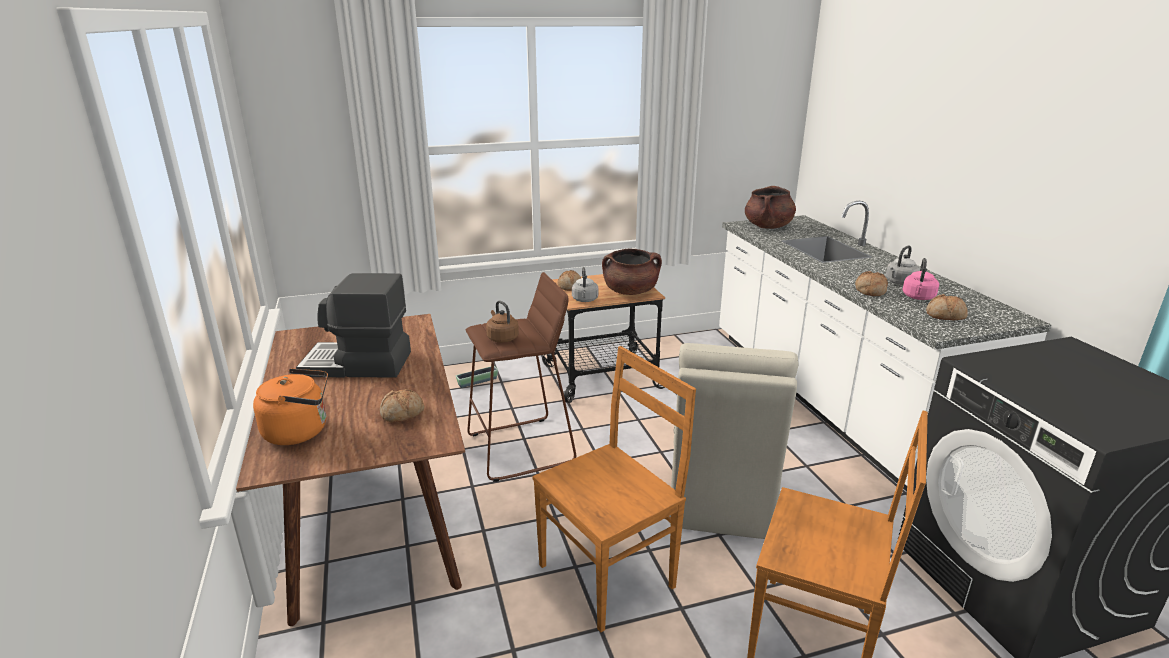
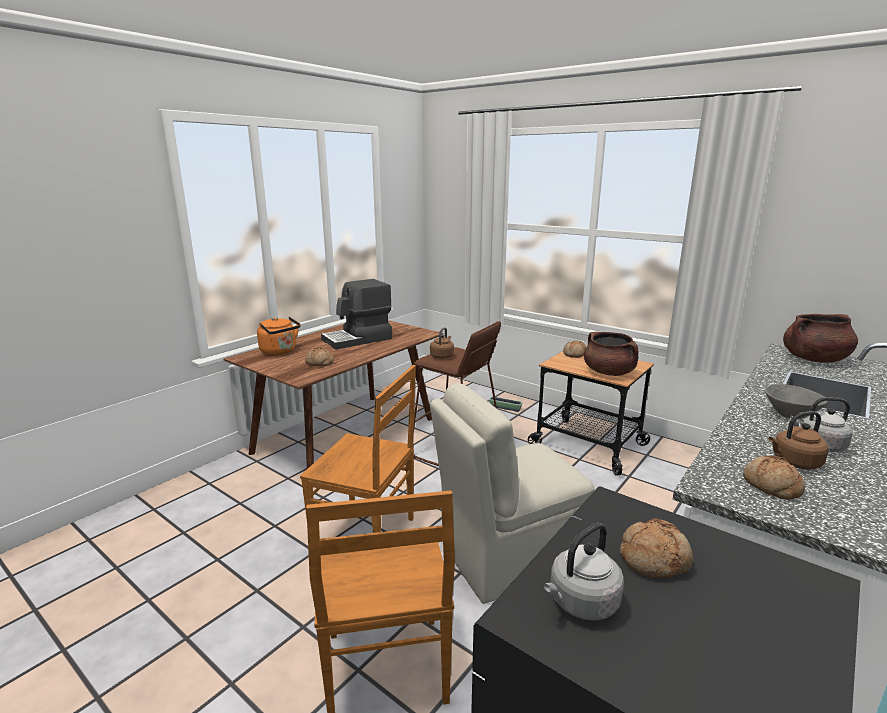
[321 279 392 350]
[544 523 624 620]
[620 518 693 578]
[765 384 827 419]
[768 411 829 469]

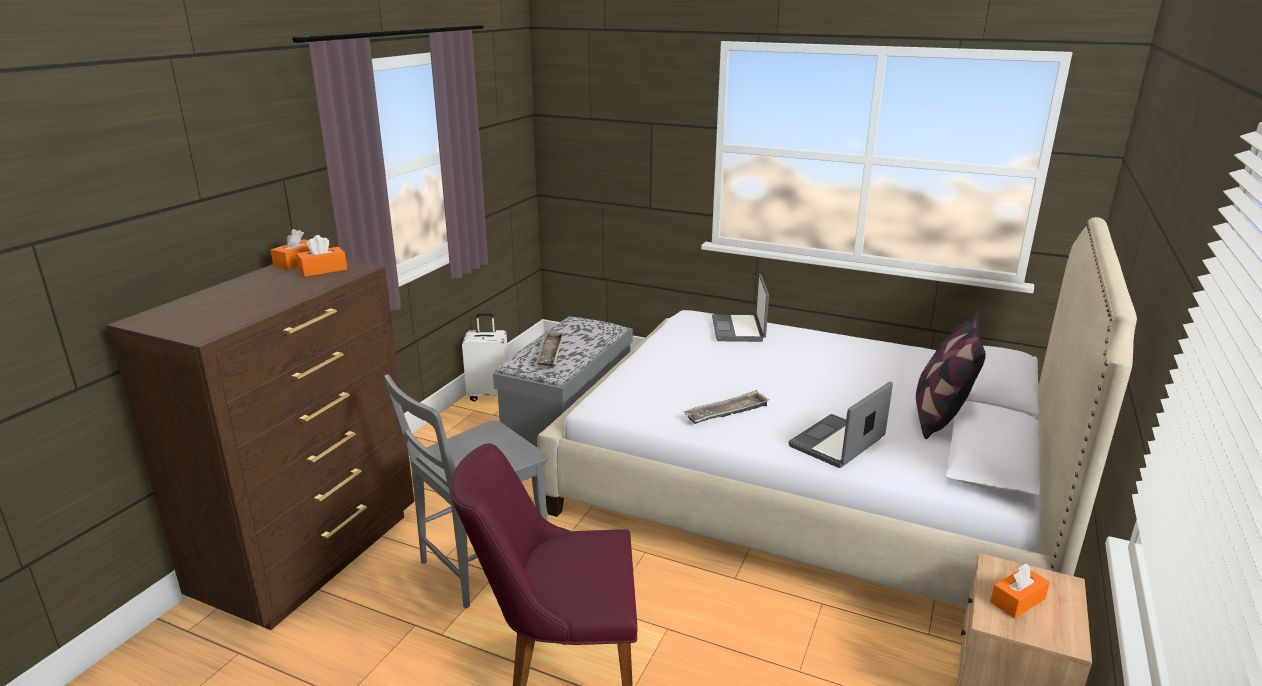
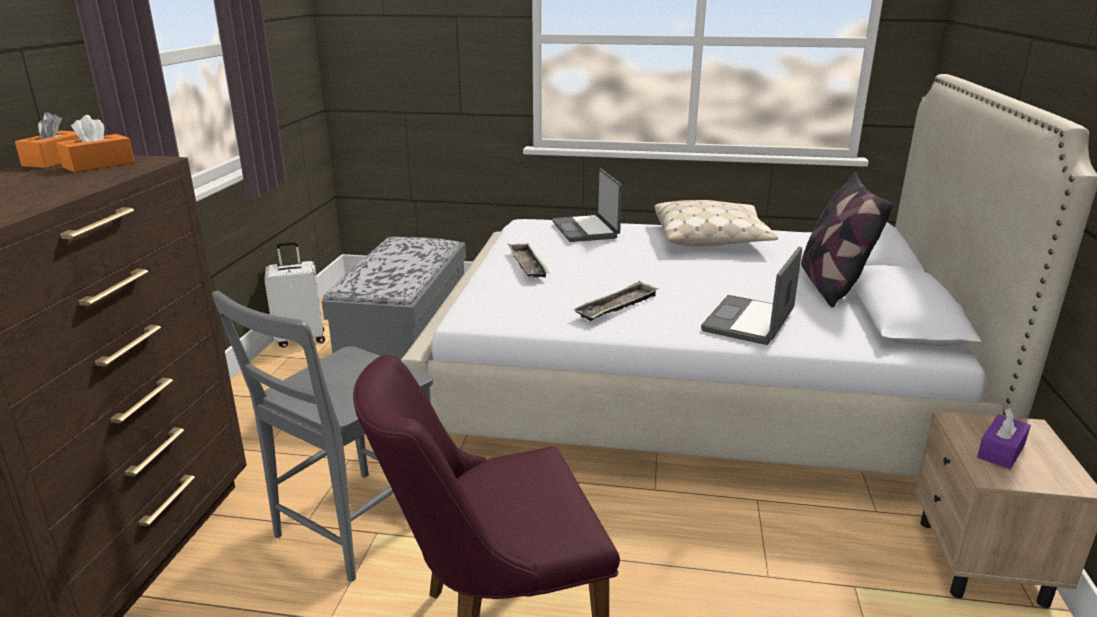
[508 243 549 278]
[654 200 778 247]
[977 408 1031 469]

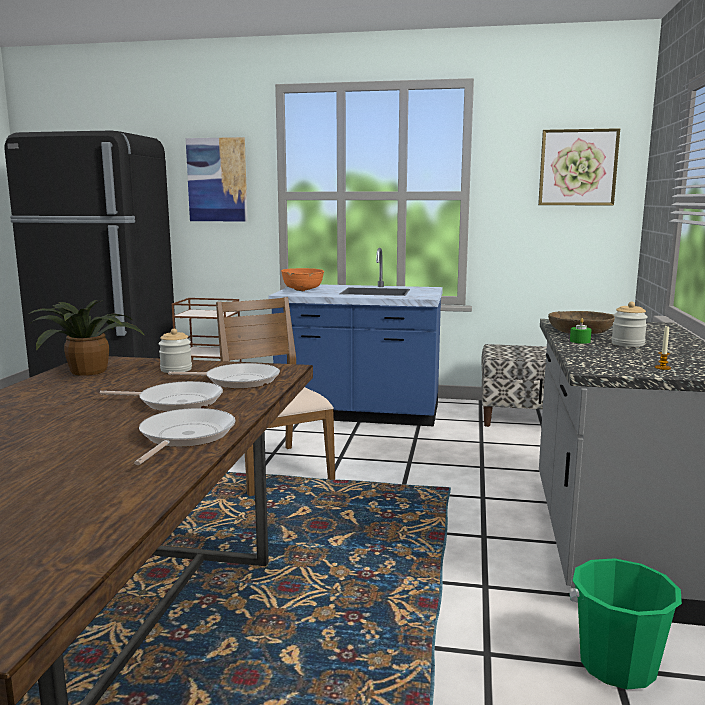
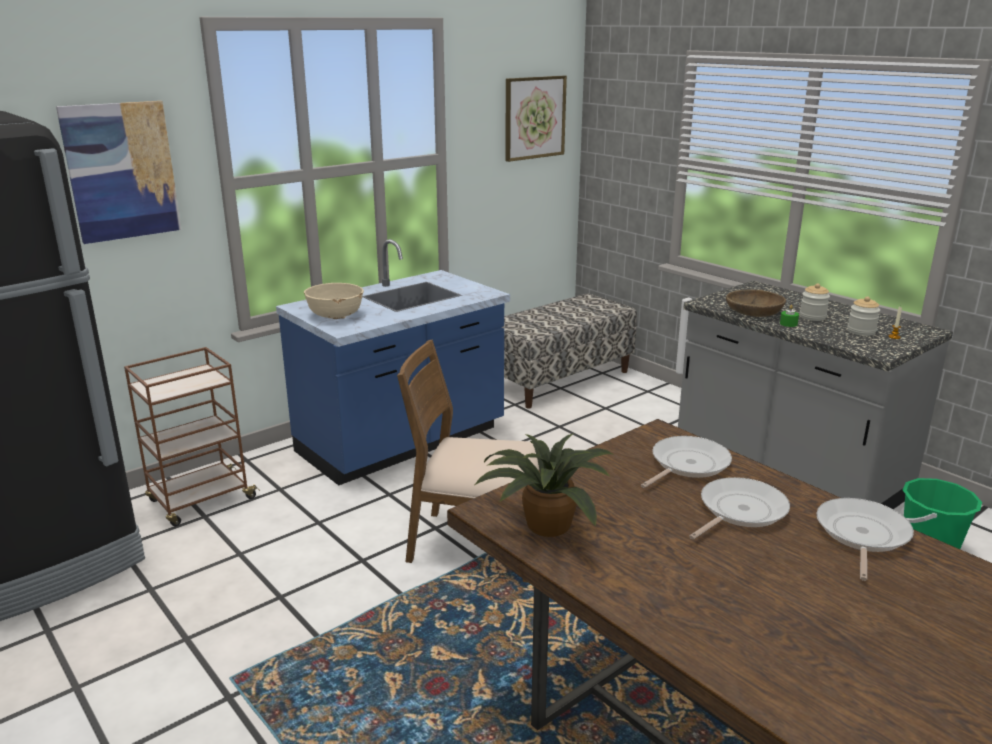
[304 283 364 319]
[817 498 914 581]
[847 296 880 336]

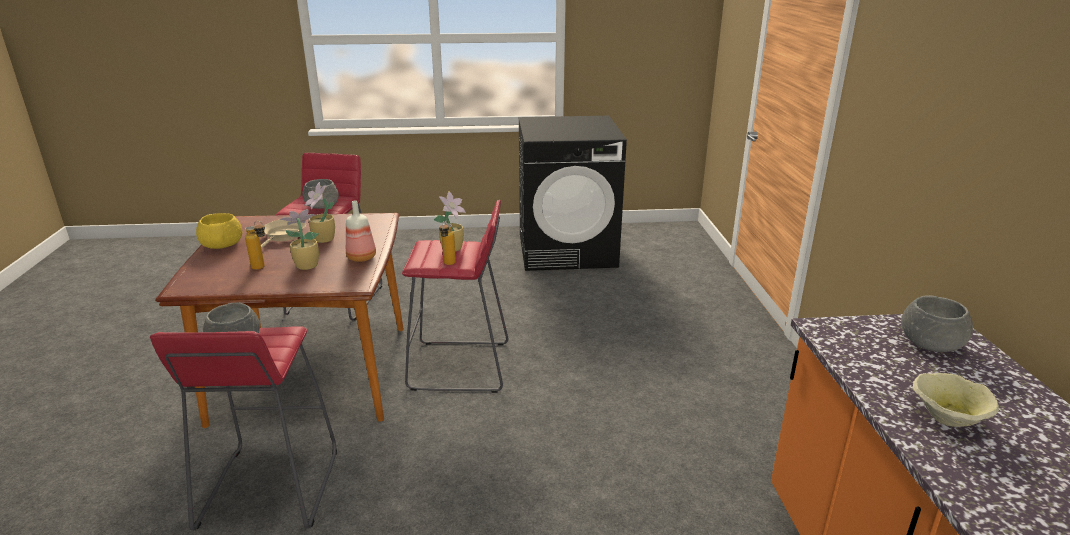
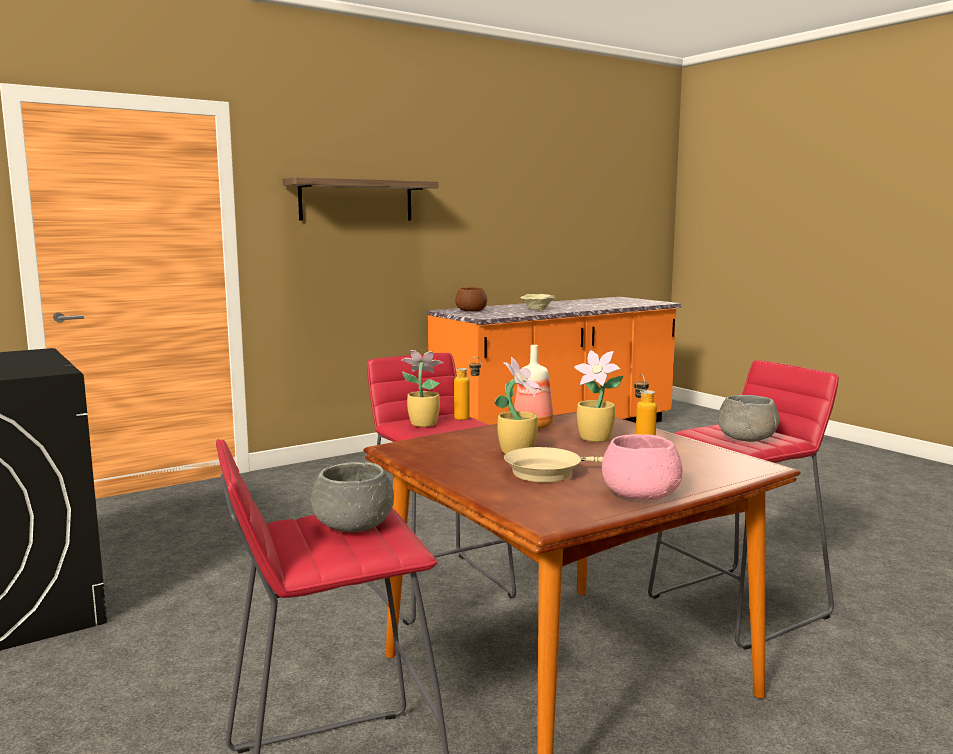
[283 177 438 221]
[455 287 487 312]
[602 434 682 500]

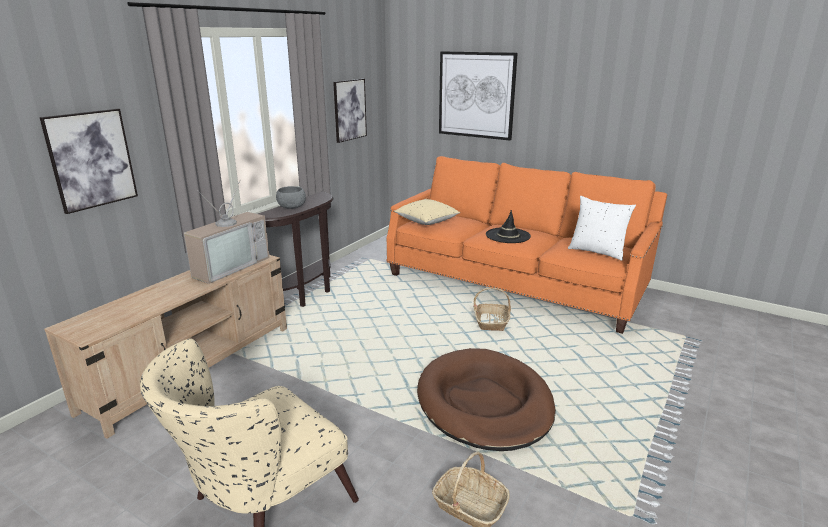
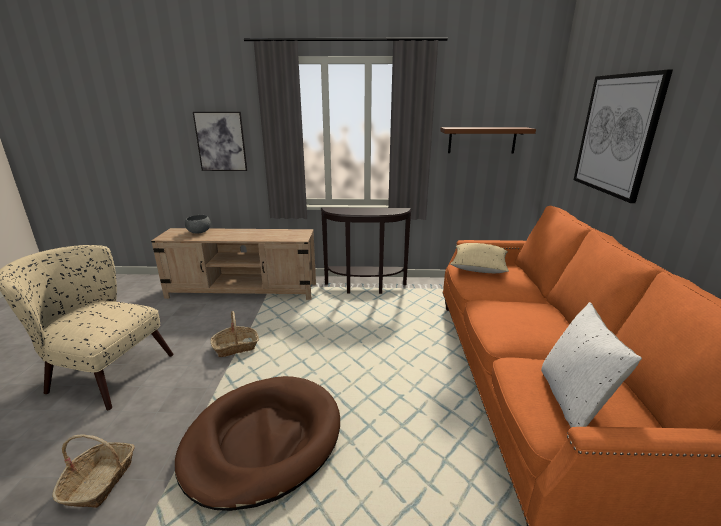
[185 215 211 234]
[210 311 259 357]
[440 127 536 154]
[184 179 269 284] (first image)
[486 210 531 243] (first image)

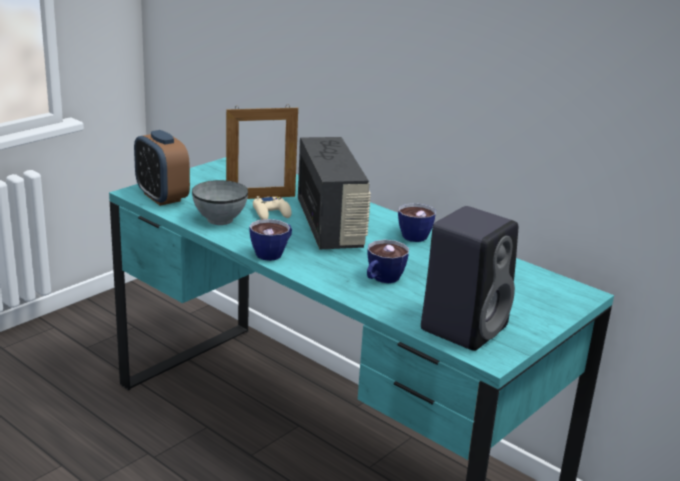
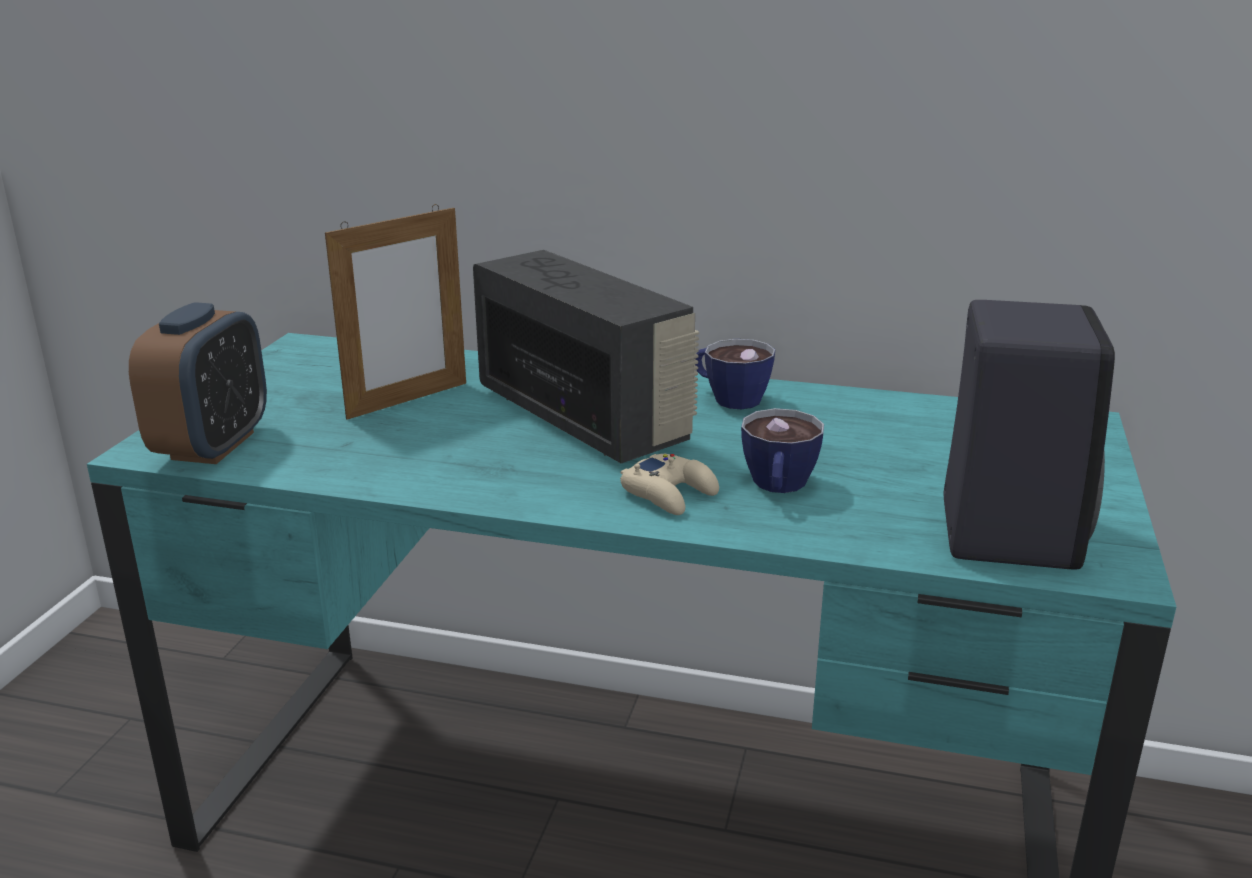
[129 302 267 464]
[620 454 719 515]
[192 180 248 225] (first image)
[249 219 292 261] (first image)

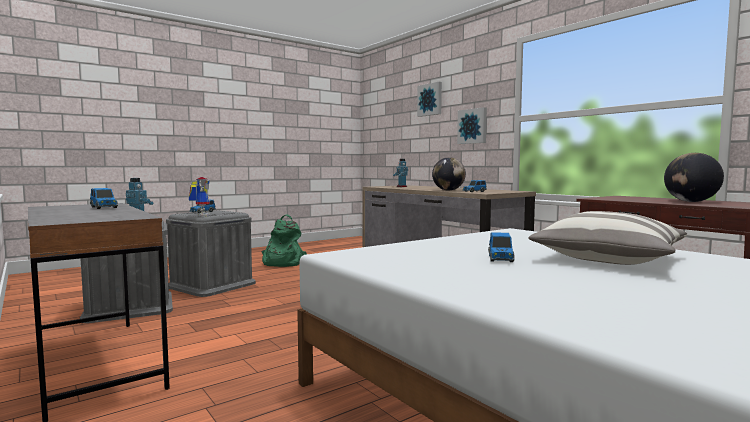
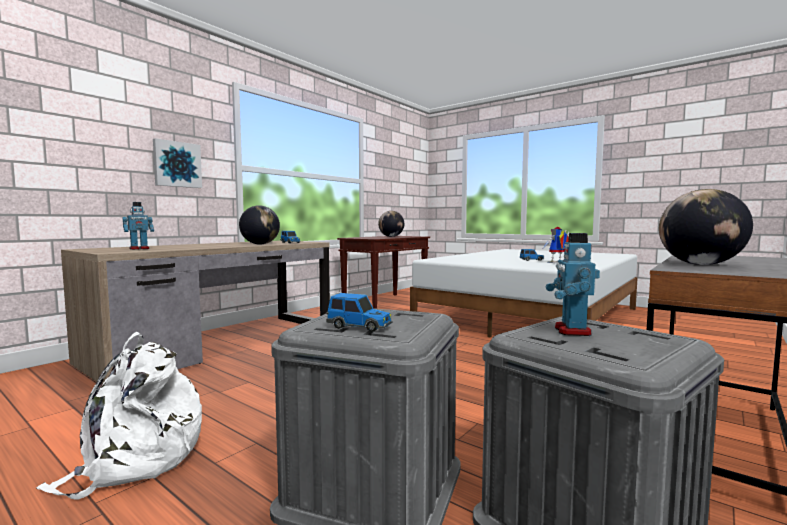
[36 332 202 499]
[543 227 569 263]
[659 189 753 265]
[417 82 442 117] (first image)
[528 211 687 265] (first image)

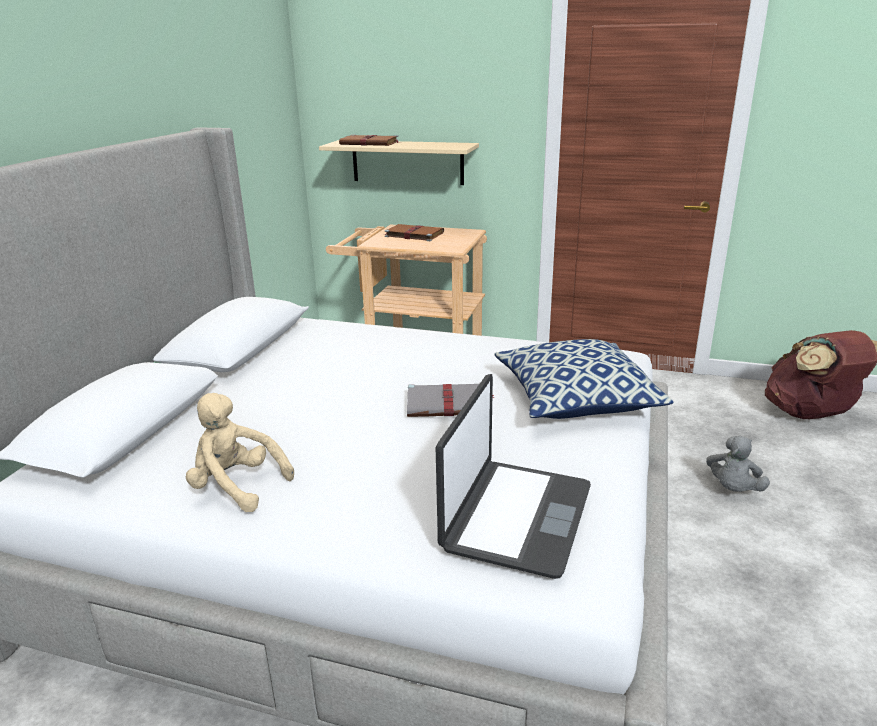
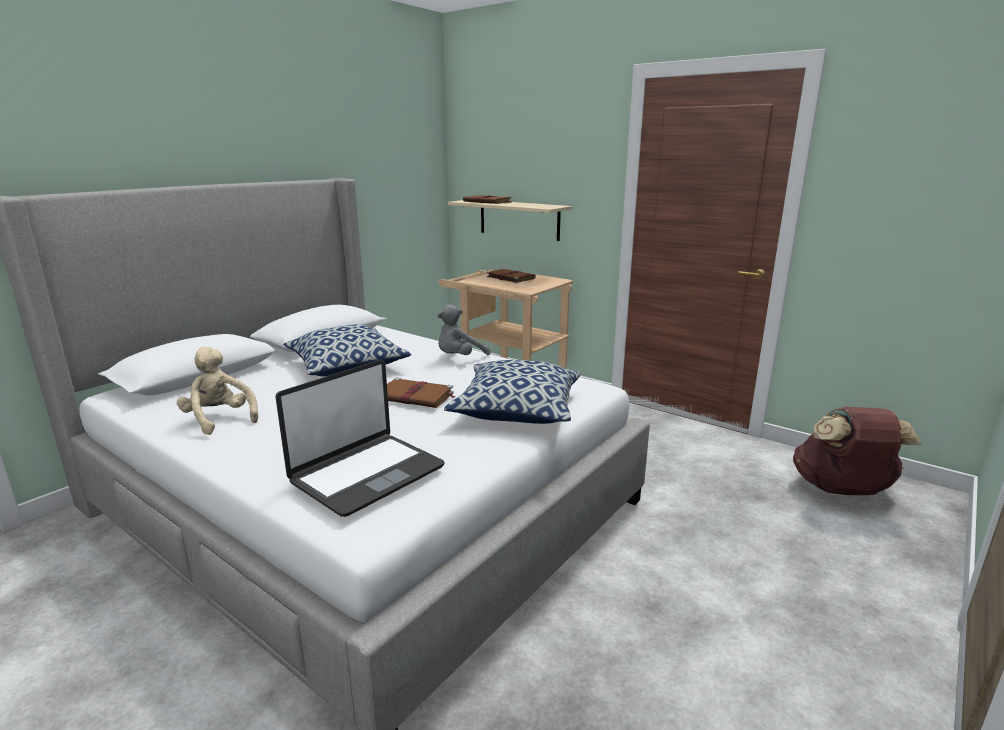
[283 324 411 376]
[387 378 456 408]
[438 305 491 355]

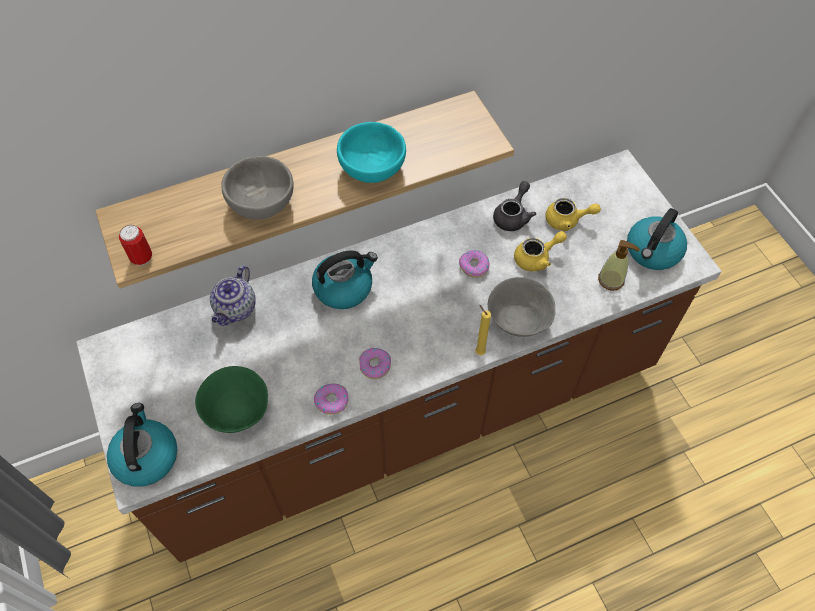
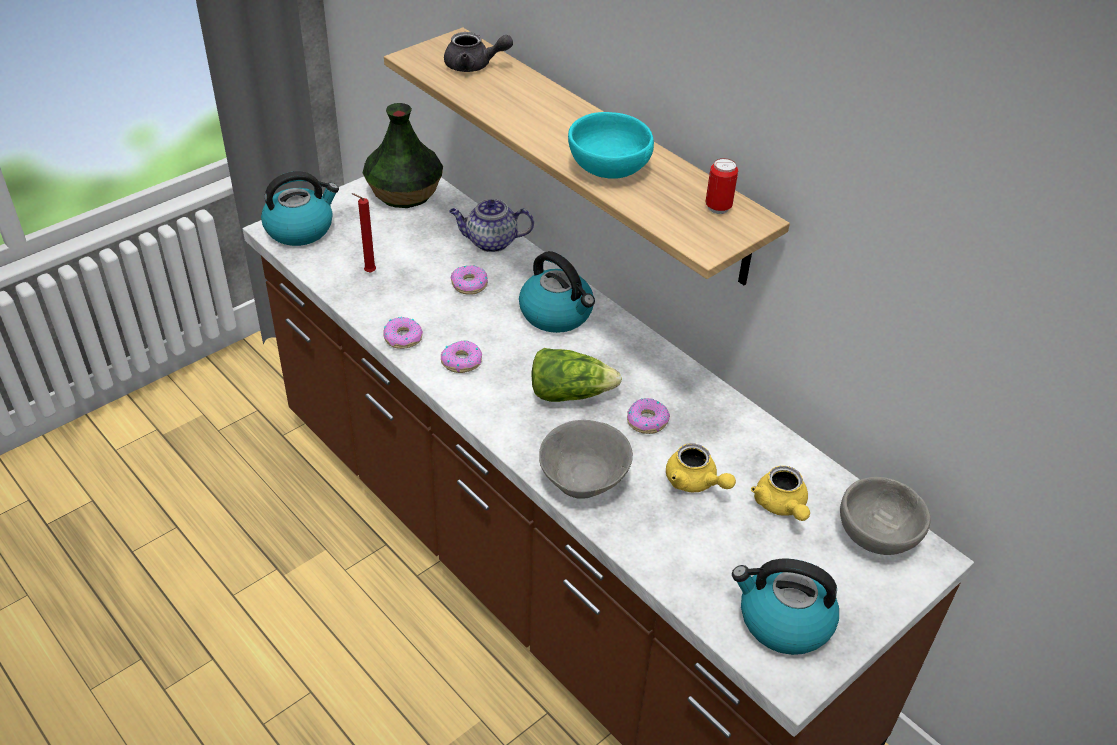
[351 193 376 273]
[363 103 443 208]
[444 32 513 72]
[451 266 488 295]
[531 348 622 402]
[705 158 738 214]
[840 477 930 555]
[475 305 491 355] (first image)
[598 240 640 291] (first image)

